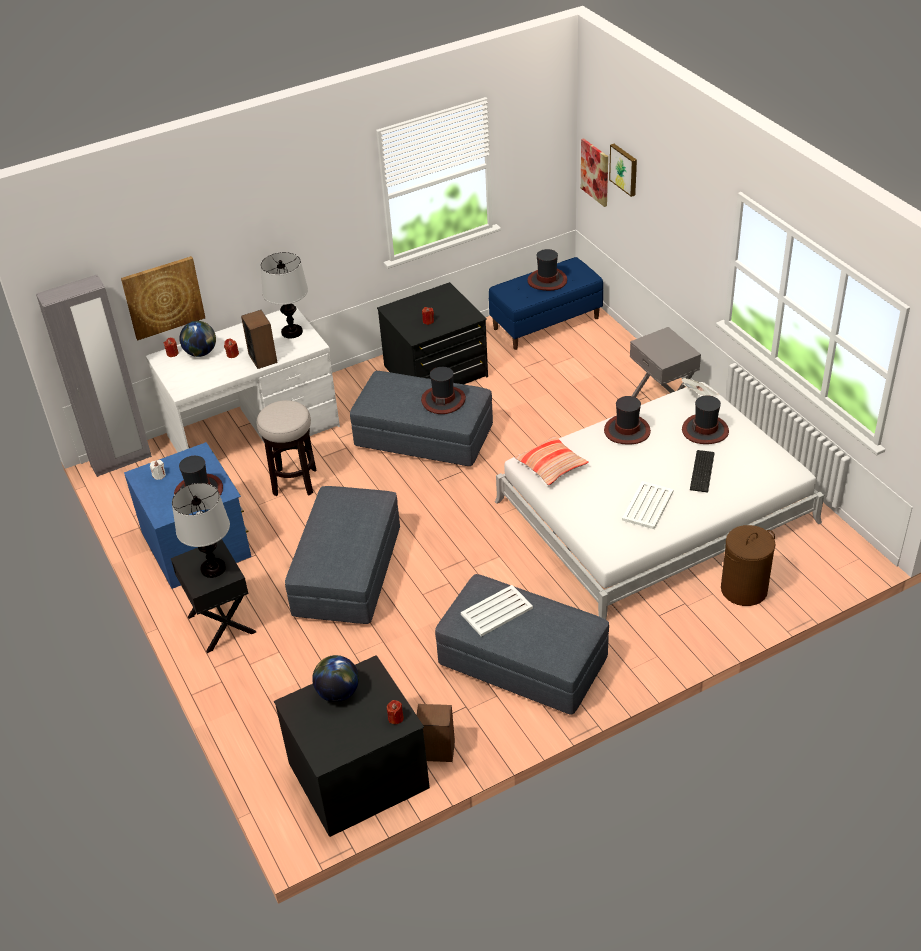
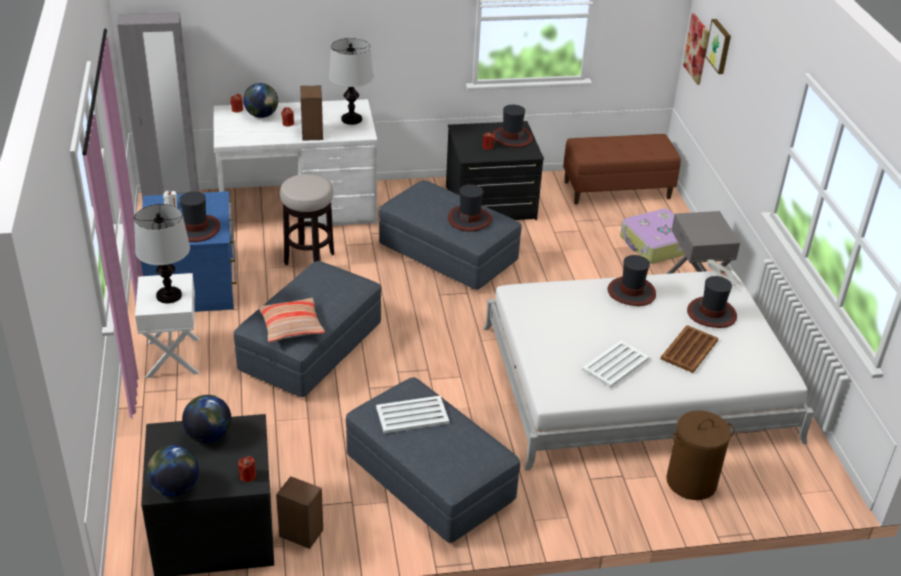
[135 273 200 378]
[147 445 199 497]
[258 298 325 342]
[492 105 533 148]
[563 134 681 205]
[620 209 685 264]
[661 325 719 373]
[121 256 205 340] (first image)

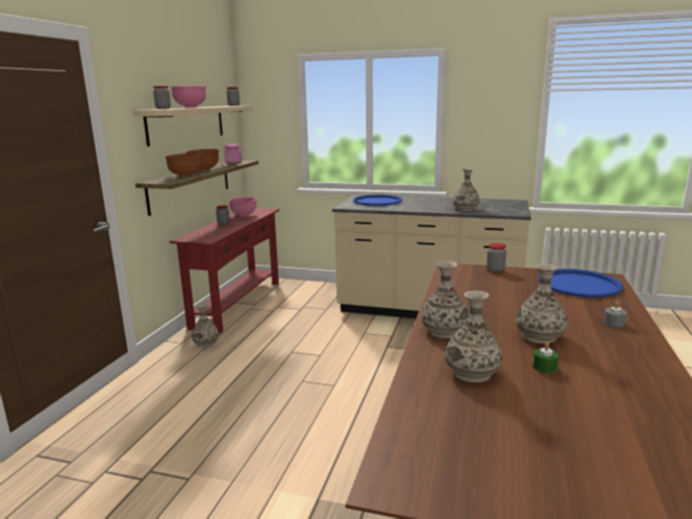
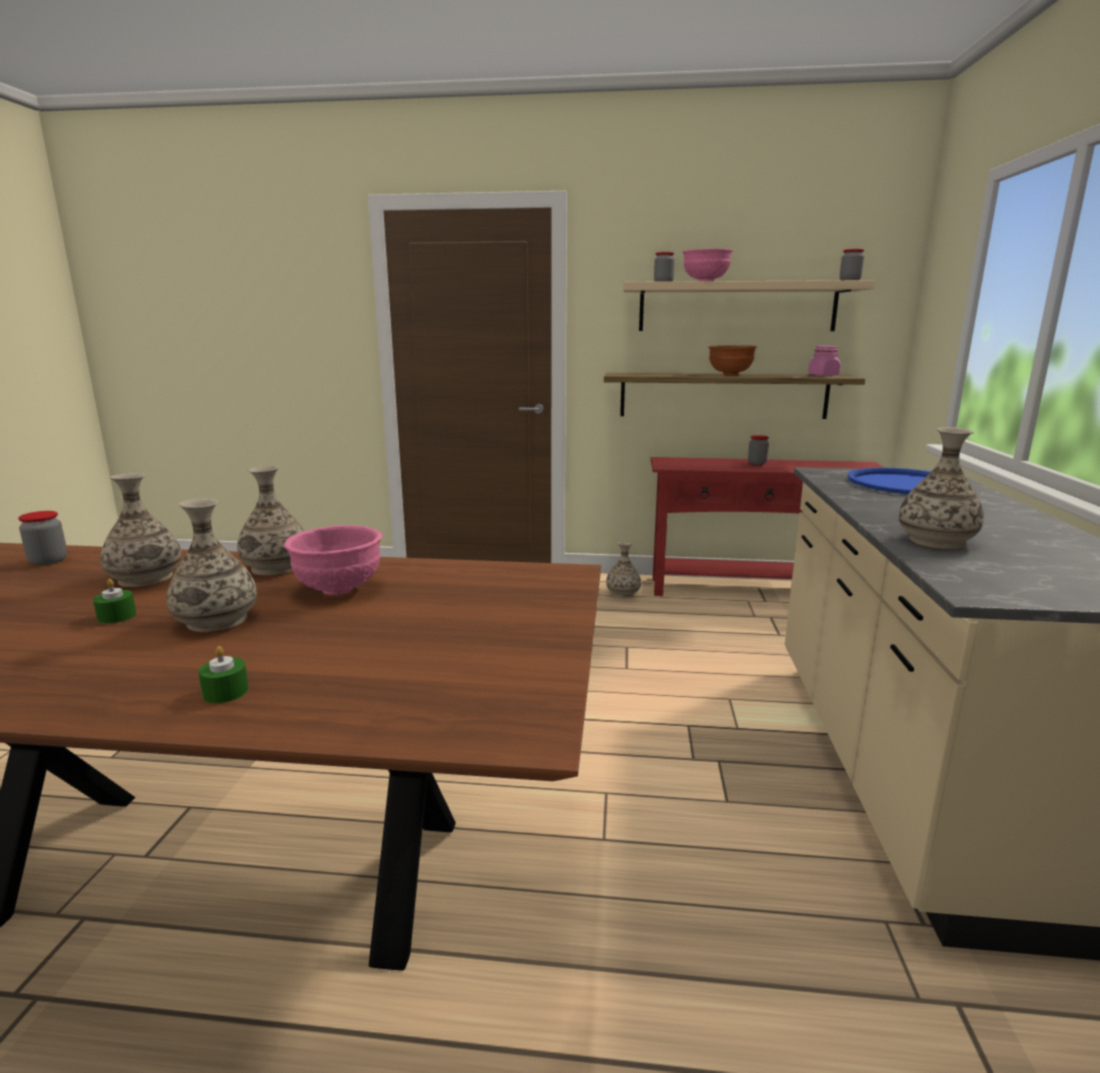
[18 511 67 565]
[198 646 249 703]
[284 525 382 595]
[165 153 201 177] (first image)
[538 269 623 298] (first image)

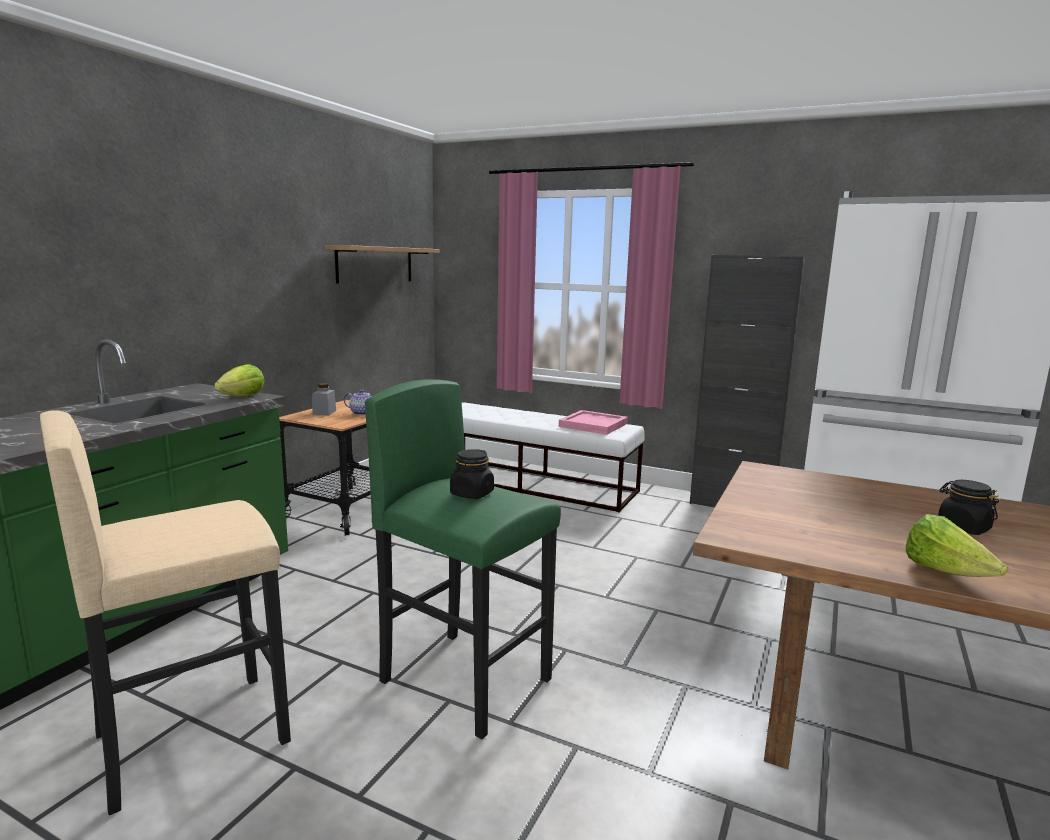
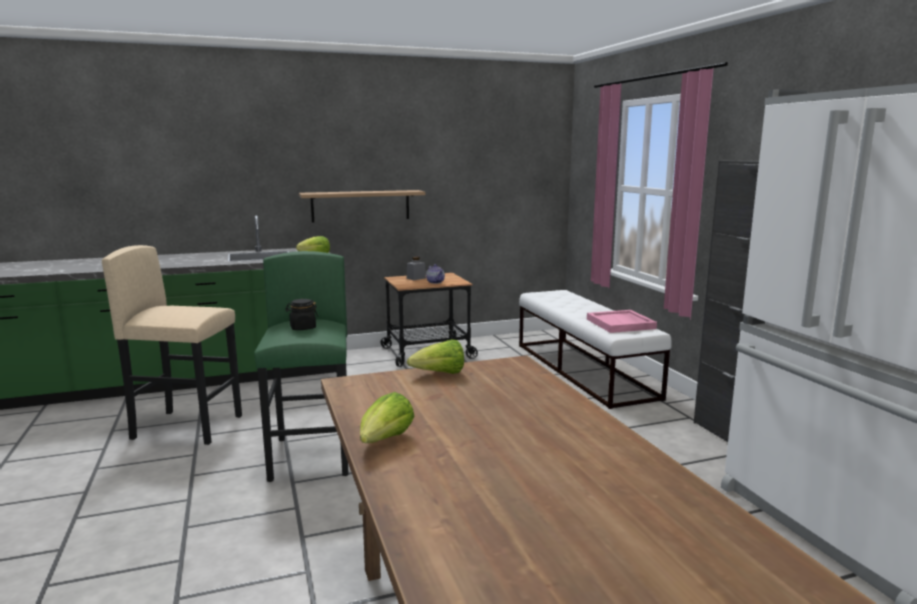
[299 190 425 222]
[407 340 464 374]
[938 480 999 535] (first image)

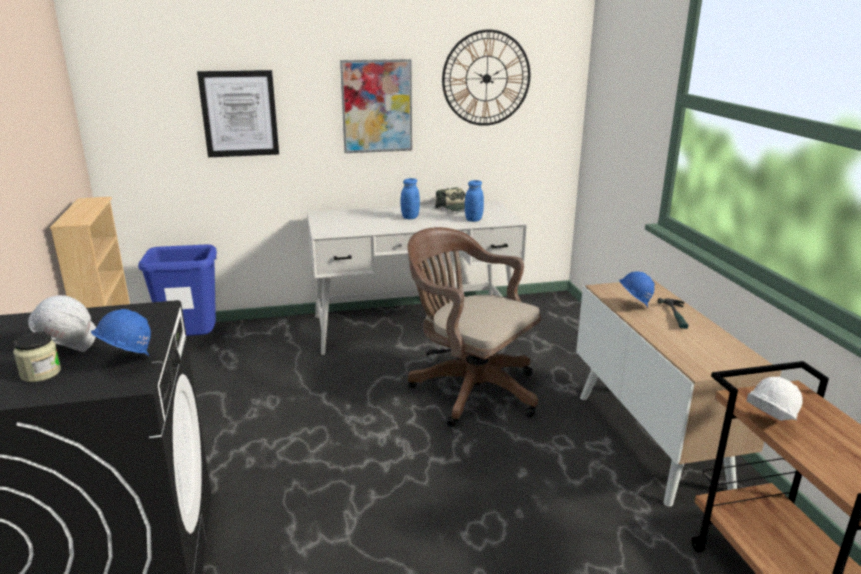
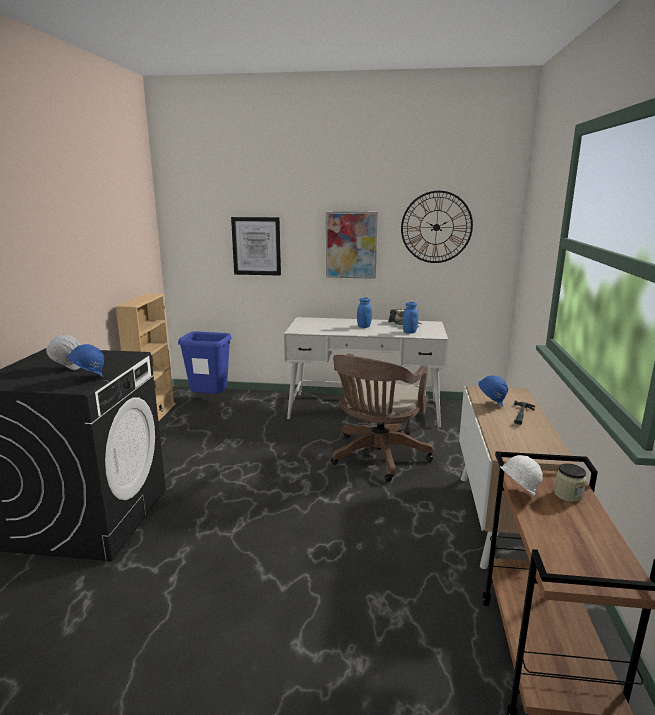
[331 353 433 482]
[554 463 587 502]

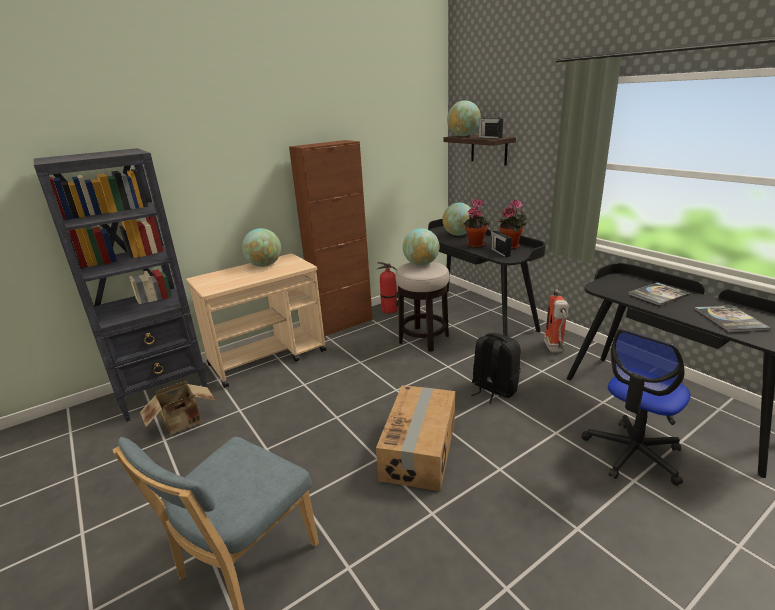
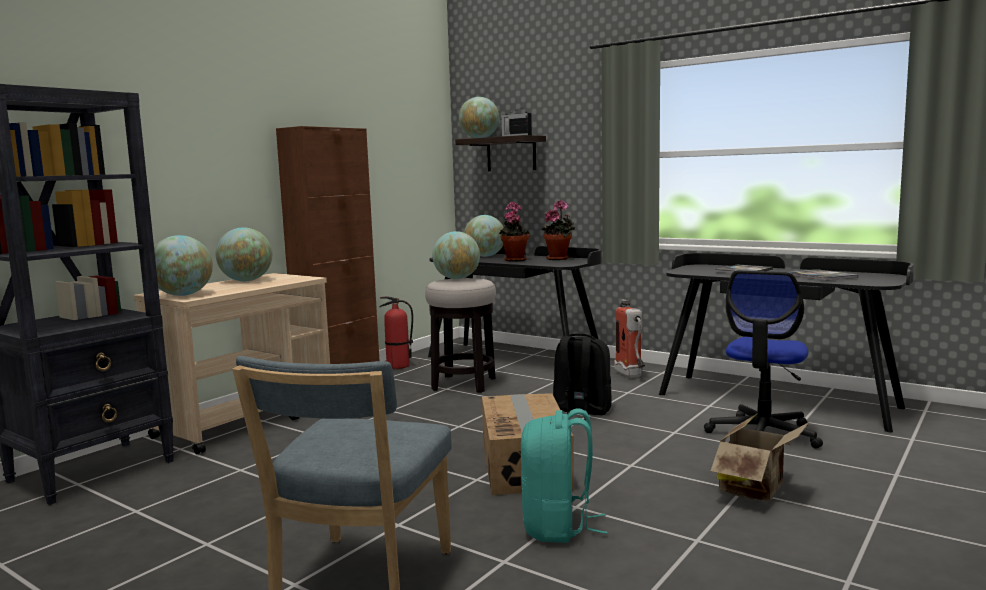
[154 235 213 296]
[521 408 608 543]
[711 413 809 501]
[491 231 512 257] (first image)

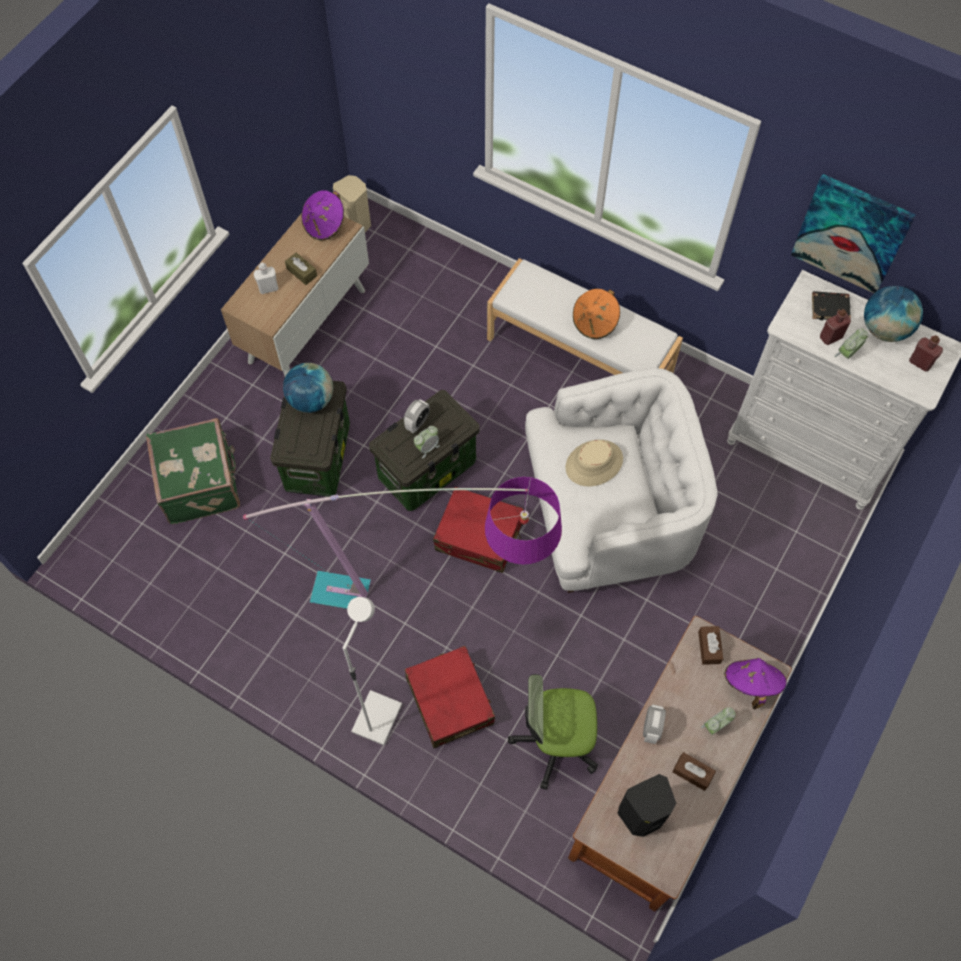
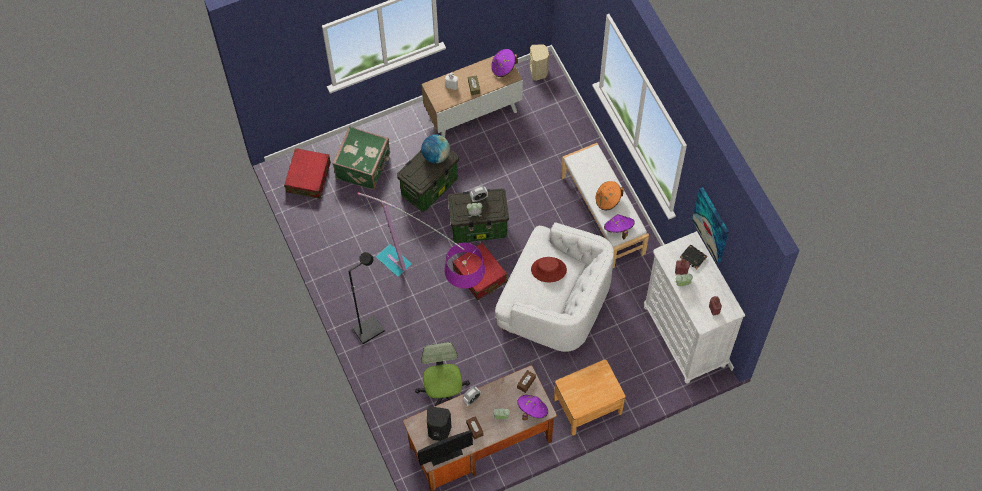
[285 148 331 199]
[348 252 385 344]
[415 342 470 407]
[418 430 473 466]
[531 257 567 282]
[554 360 625 436]
[604 214 634 239]
[864 286 923 342] (first image)

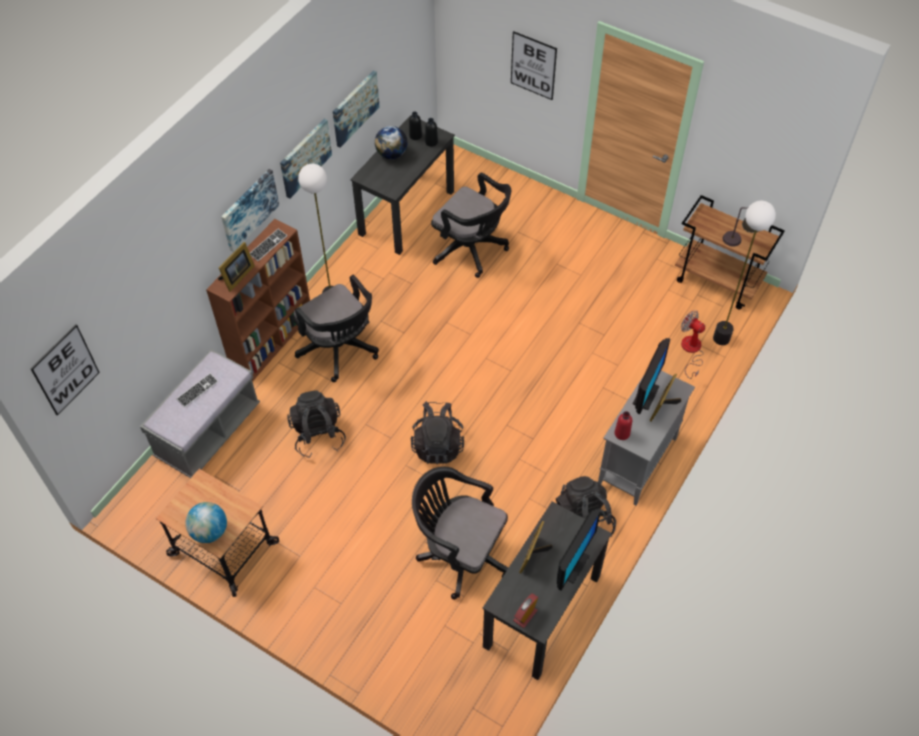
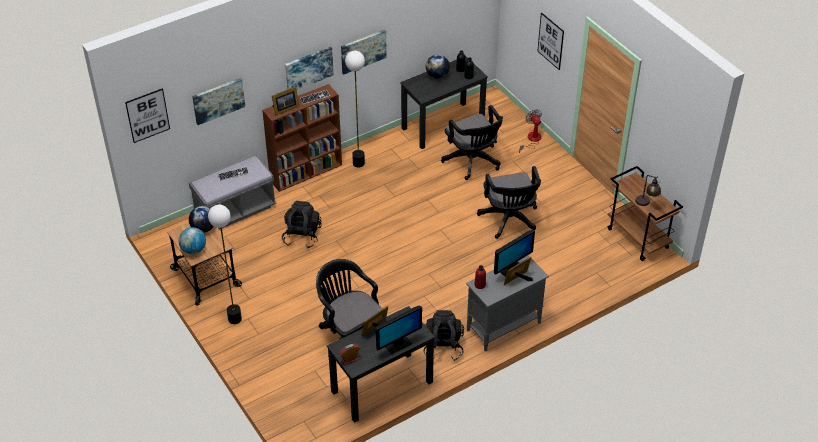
[189 206 214 233]
[192 78 245 125]
[208 205 242 324]
[477 166 541 239]
[519 109 542 153]
[411 401 464 464] (first image)

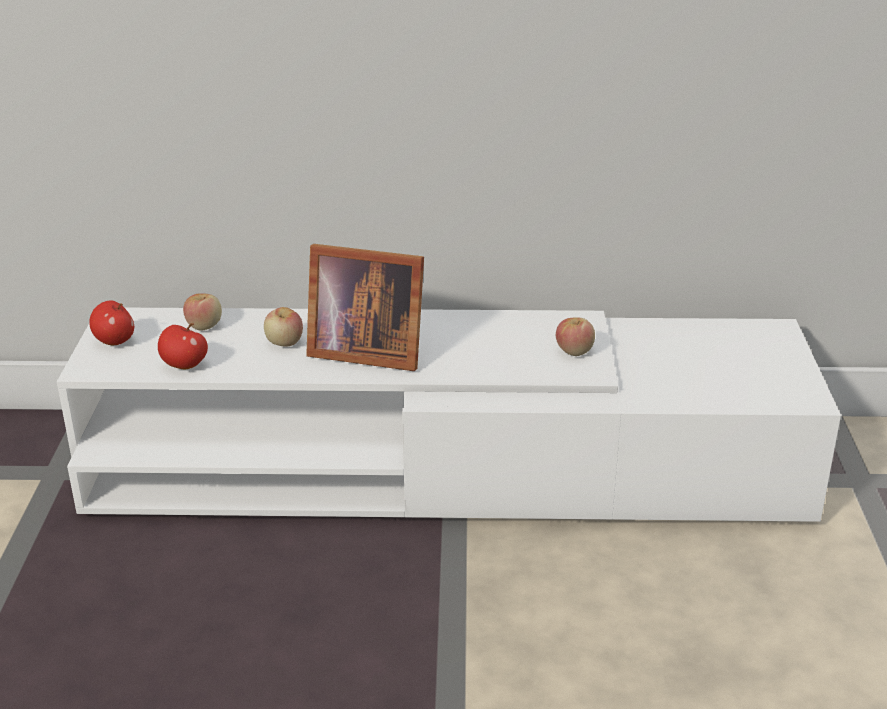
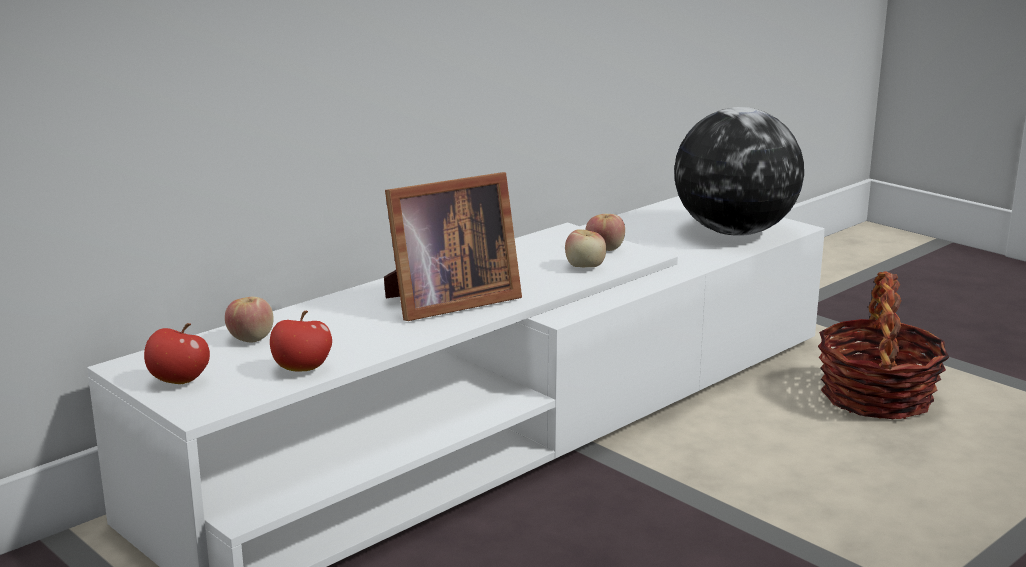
[565 229 606 267]
[674 107 804 236]
[818 271 949 419]

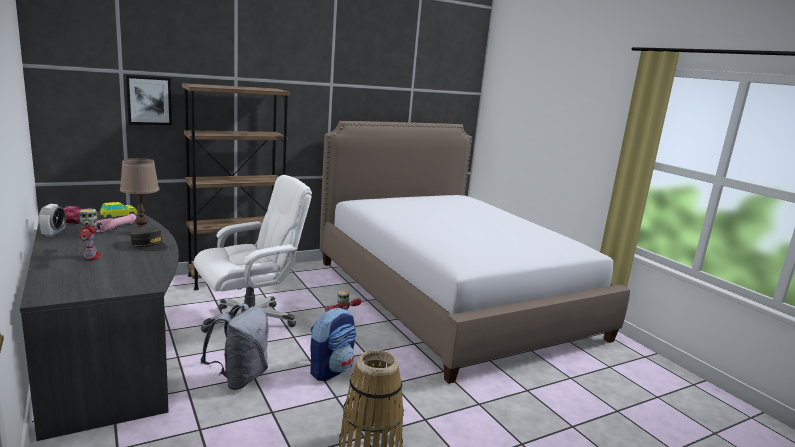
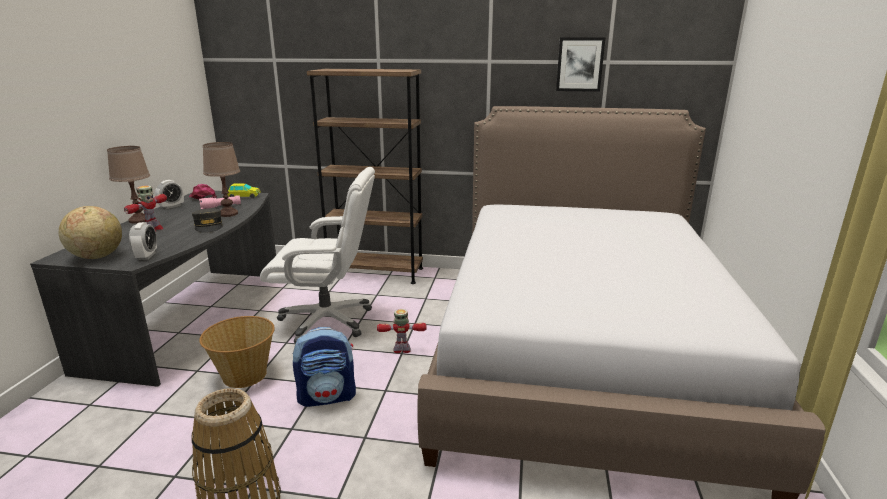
[59 206 122 259]
[107 146 150 223]
[129 222 157 260]
[199 316 275 388]
[556 37 606 92]

